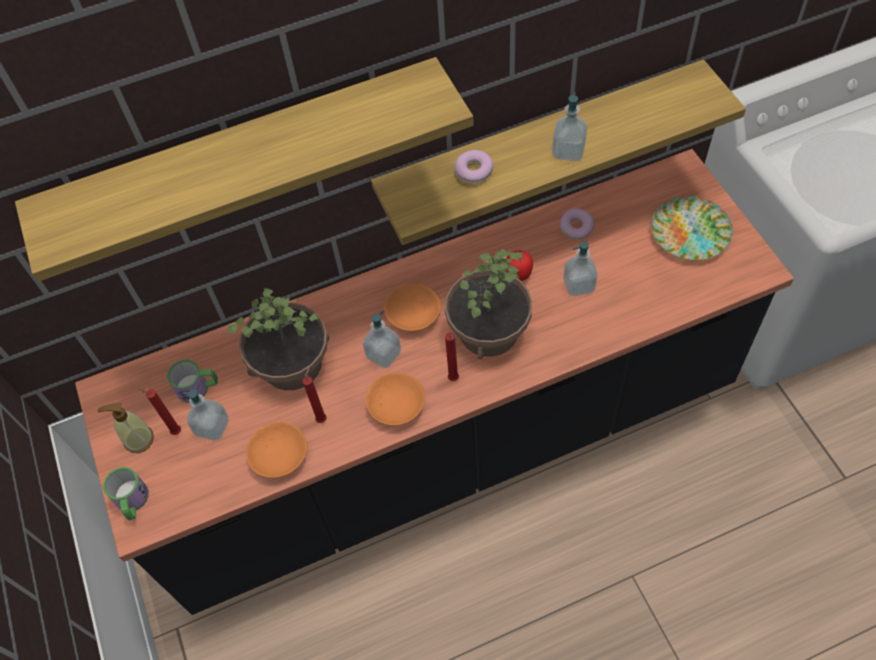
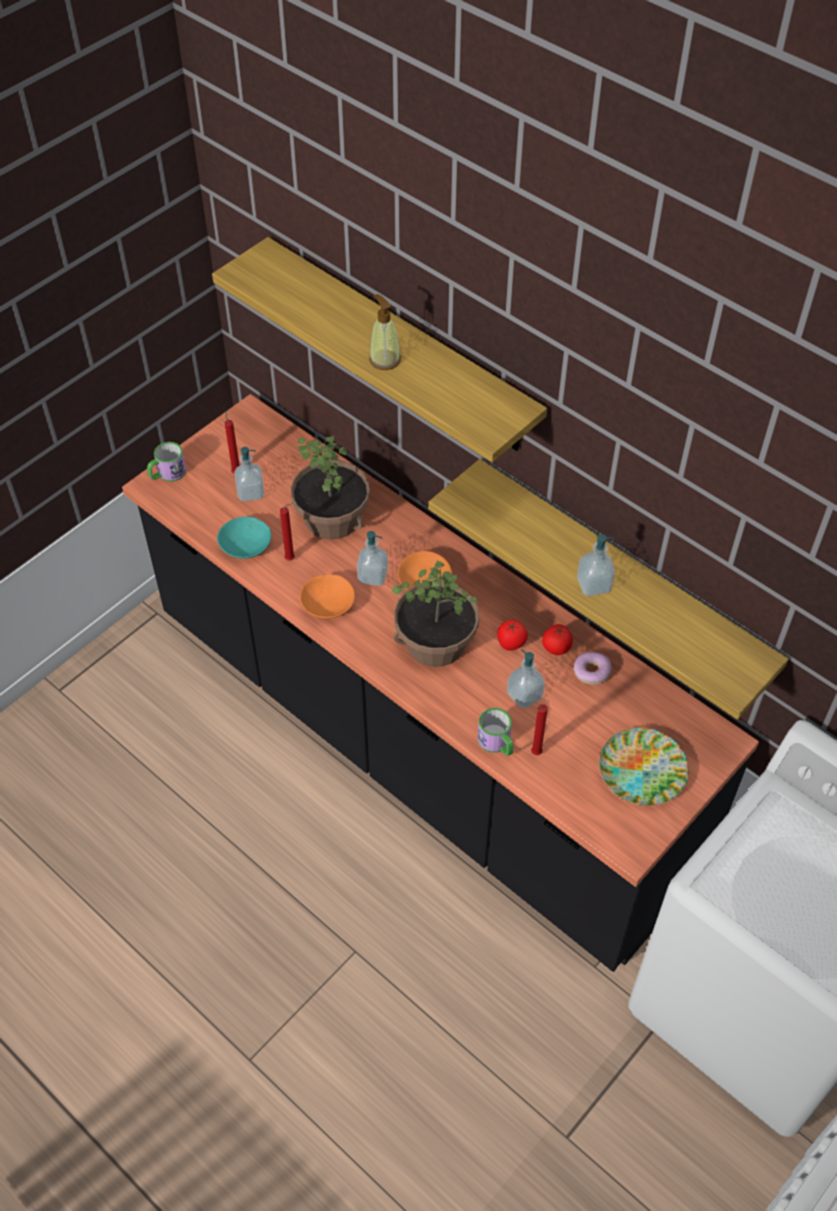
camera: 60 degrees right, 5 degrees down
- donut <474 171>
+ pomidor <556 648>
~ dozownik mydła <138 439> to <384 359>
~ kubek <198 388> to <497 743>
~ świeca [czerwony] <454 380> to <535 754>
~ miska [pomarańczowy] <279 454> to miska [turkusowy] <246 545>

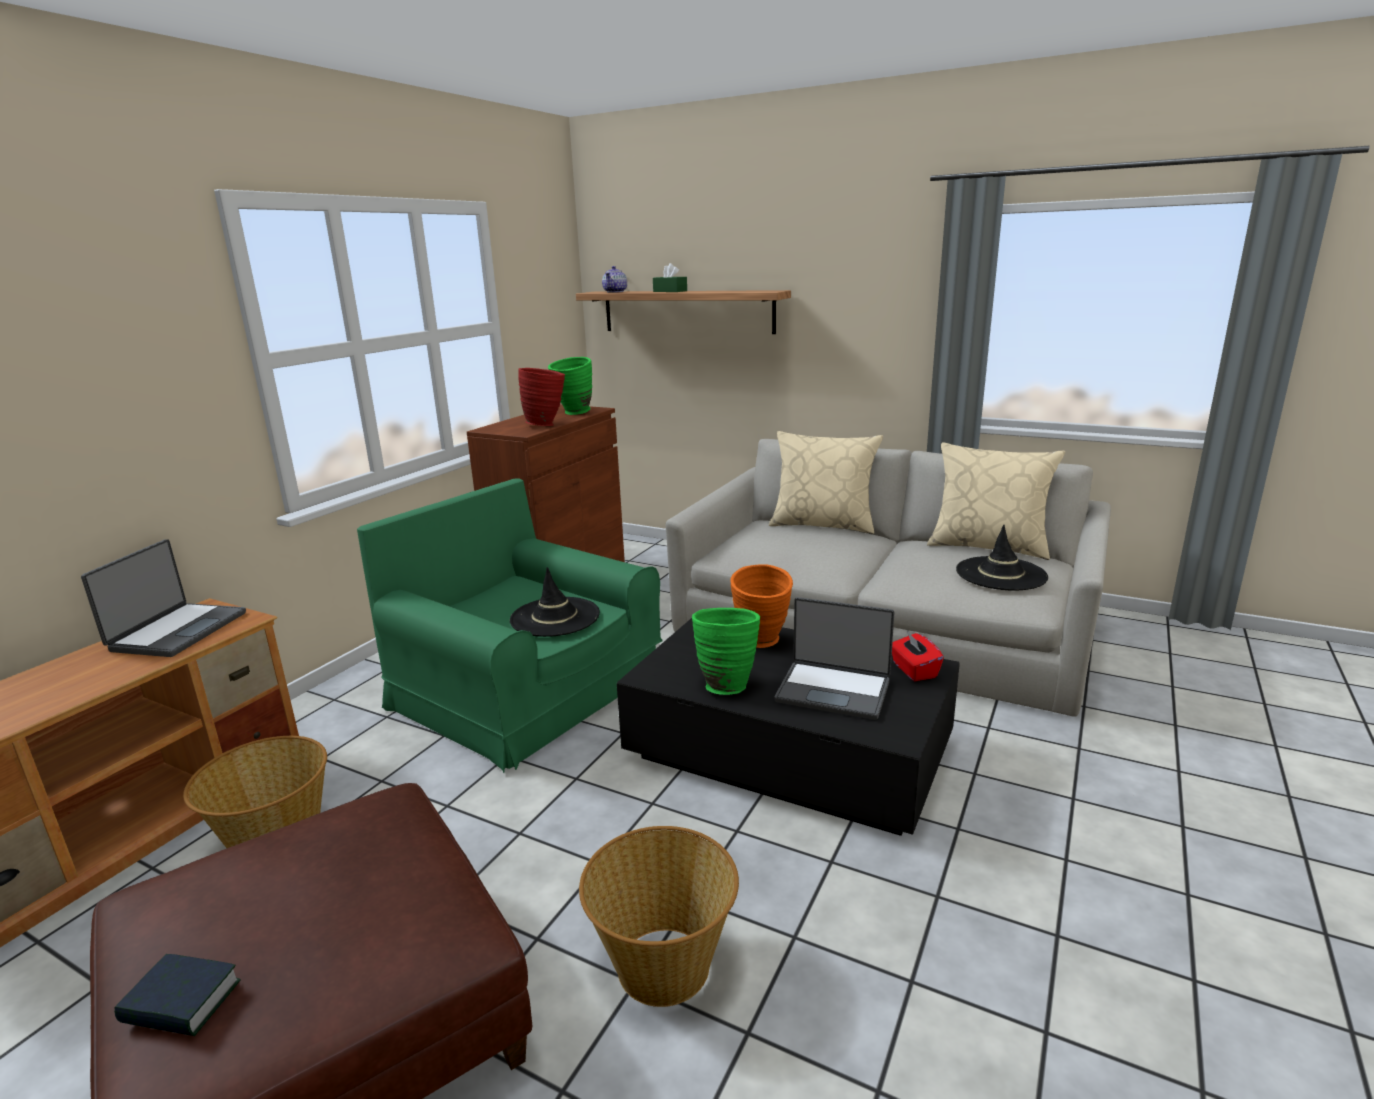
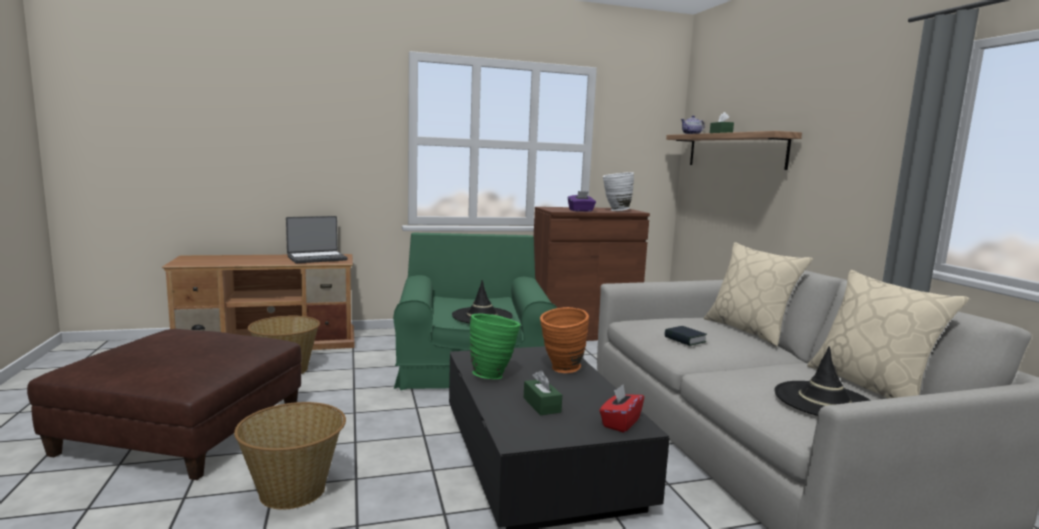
camera: 45 degrees right, 10 degrees down
~ książka <181 1003> to <685 339>
~ wazon [czerwony] <546 425> to pudełko chusteczek [fioletowy] <581 210>
~ laptop <833 690> to pudełko chusteczek [zielony] <541 405>
~ wazon [zielony] <574 413> to wazon [biały] <615 210>

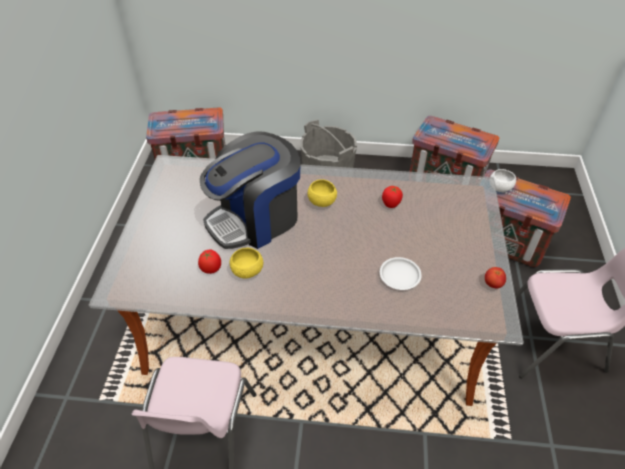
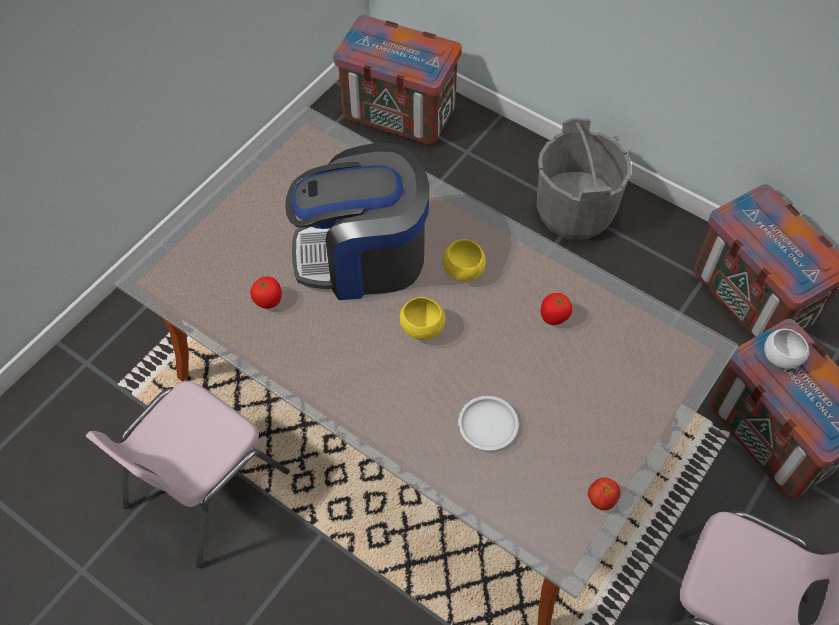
camera: 30 degrees right, 10 degrees up
~ miska [żółty] <247 271> to <422 328>

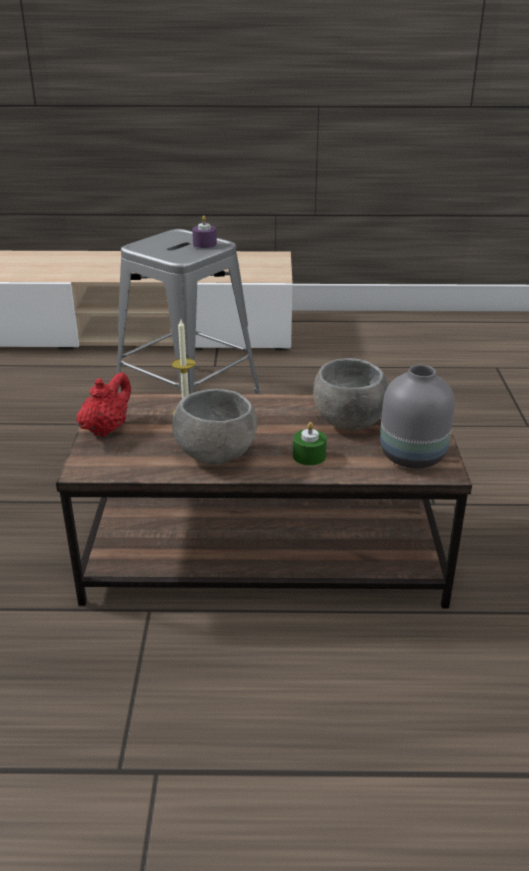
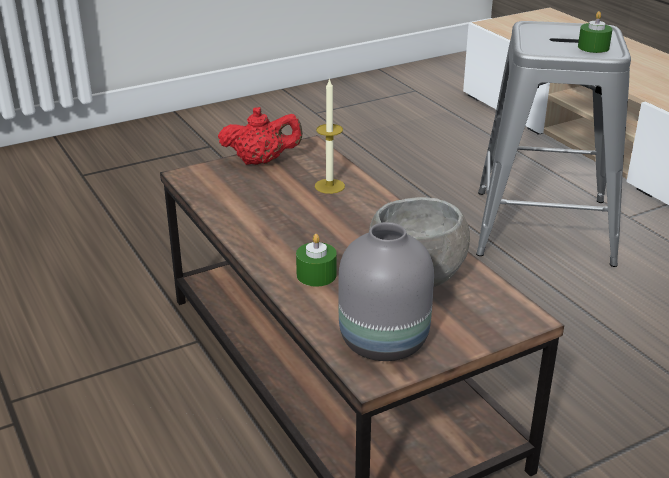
camera: 60 degrees right, 0 degrees up
- miska [szary] <215 455>
~ świeca [fioletowy] <204 244> to świeca [zielony] <593 47>

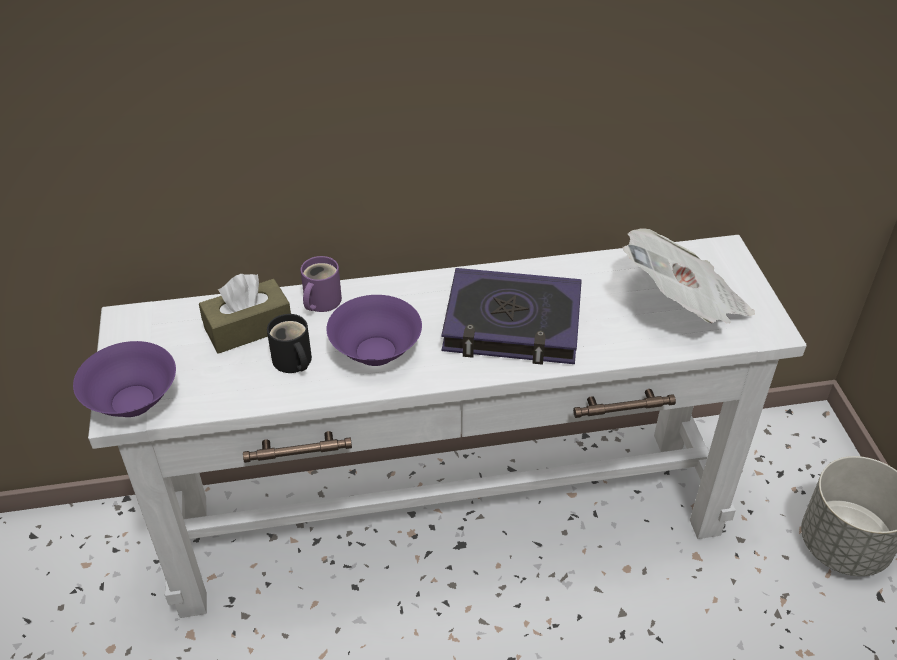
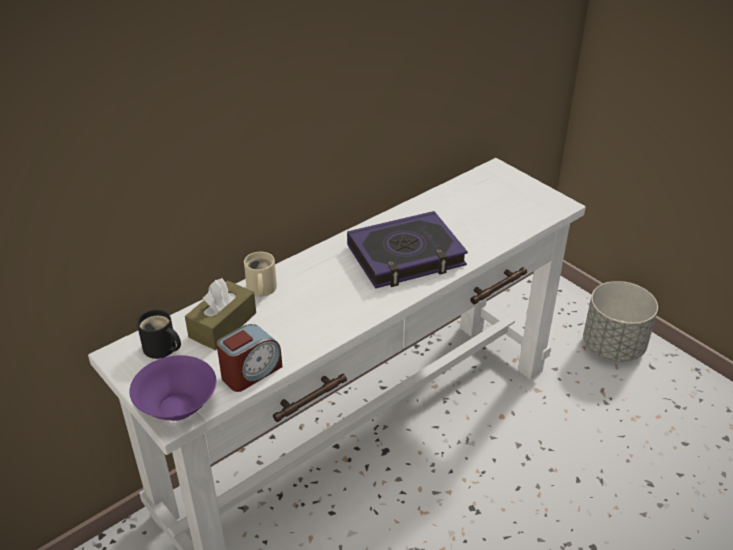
camera: 30 degrees left, 5 degrees down
- miska [fioletowy] <374 351>
- gazeta <683 305>
+ budzik <251 372>
~ kubek [czarny] <292 362> to <161 349>
~ kubek [fioletowy] <319 302> to kubek [beżowy] <260 289>

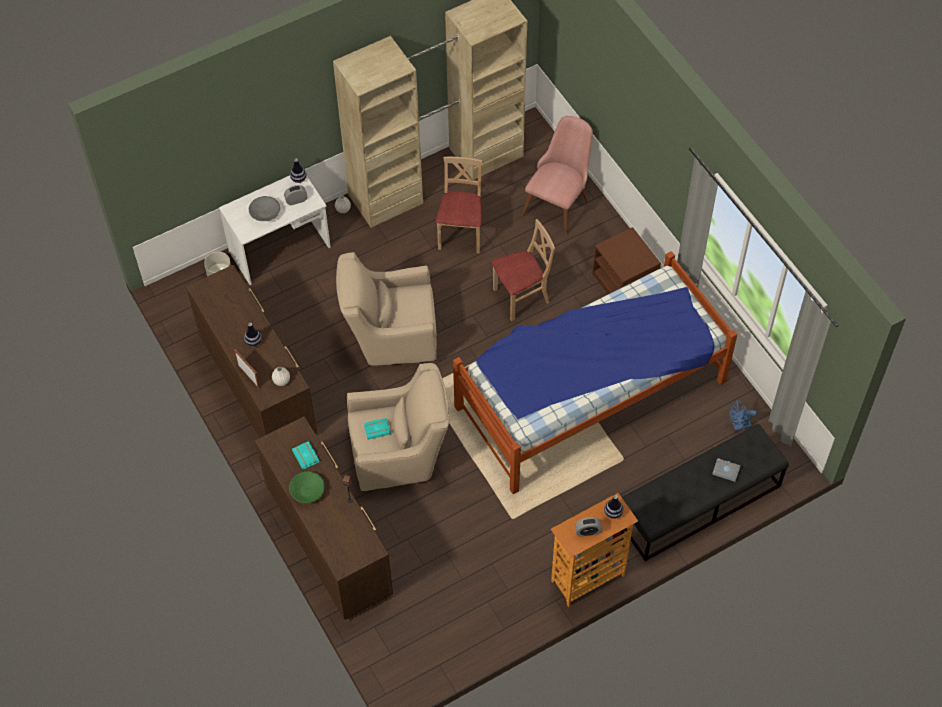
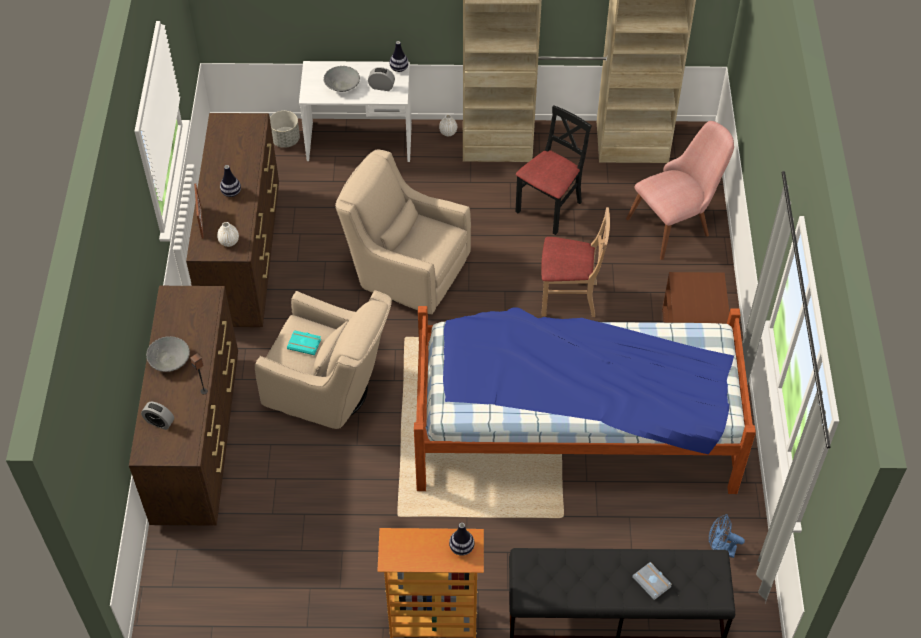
camera: 30 degrees right, 5 degrees down
- książka [turkusowy] <307 456>
~ budzik <588 531> to <159 422>
~ miska [zielony] <307 491> to miska [szary] <170 360>
~ krzesło [beżowy] <461 234> to krzesło [czarny] <550 208>

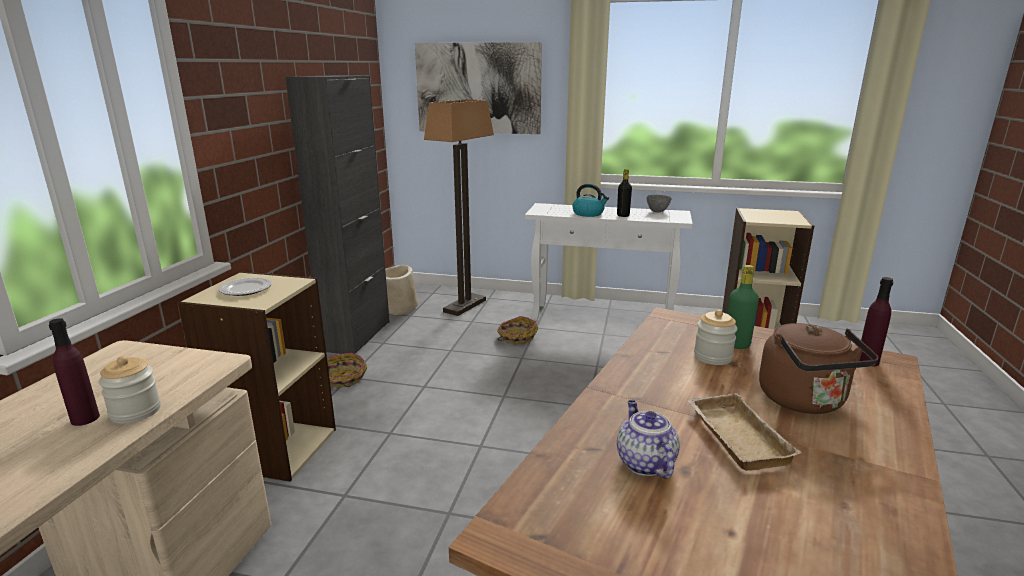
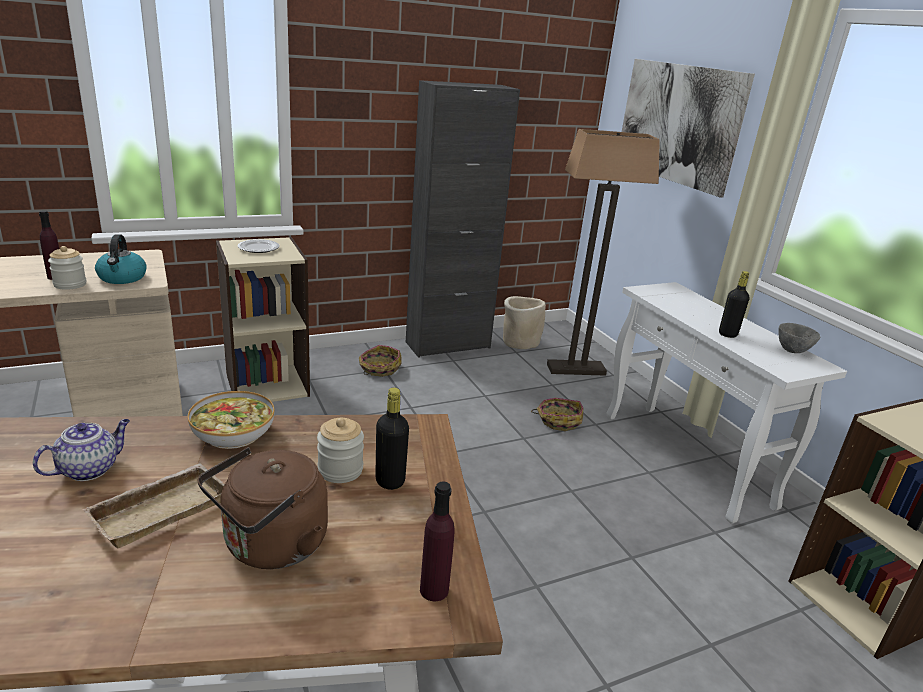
camera: 50 degrees right, 5 degrees up
+ miska <233 433>
~ czajnik <588 213> to <122 278>
~ butelka [zielony] <737 344> to butelka [czarny] <390 481>

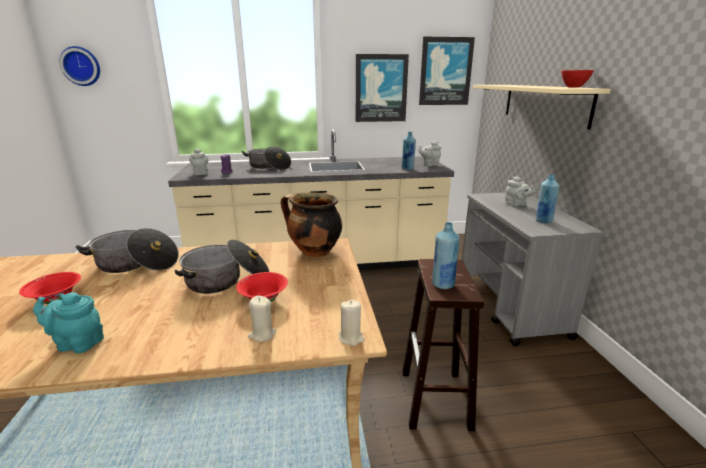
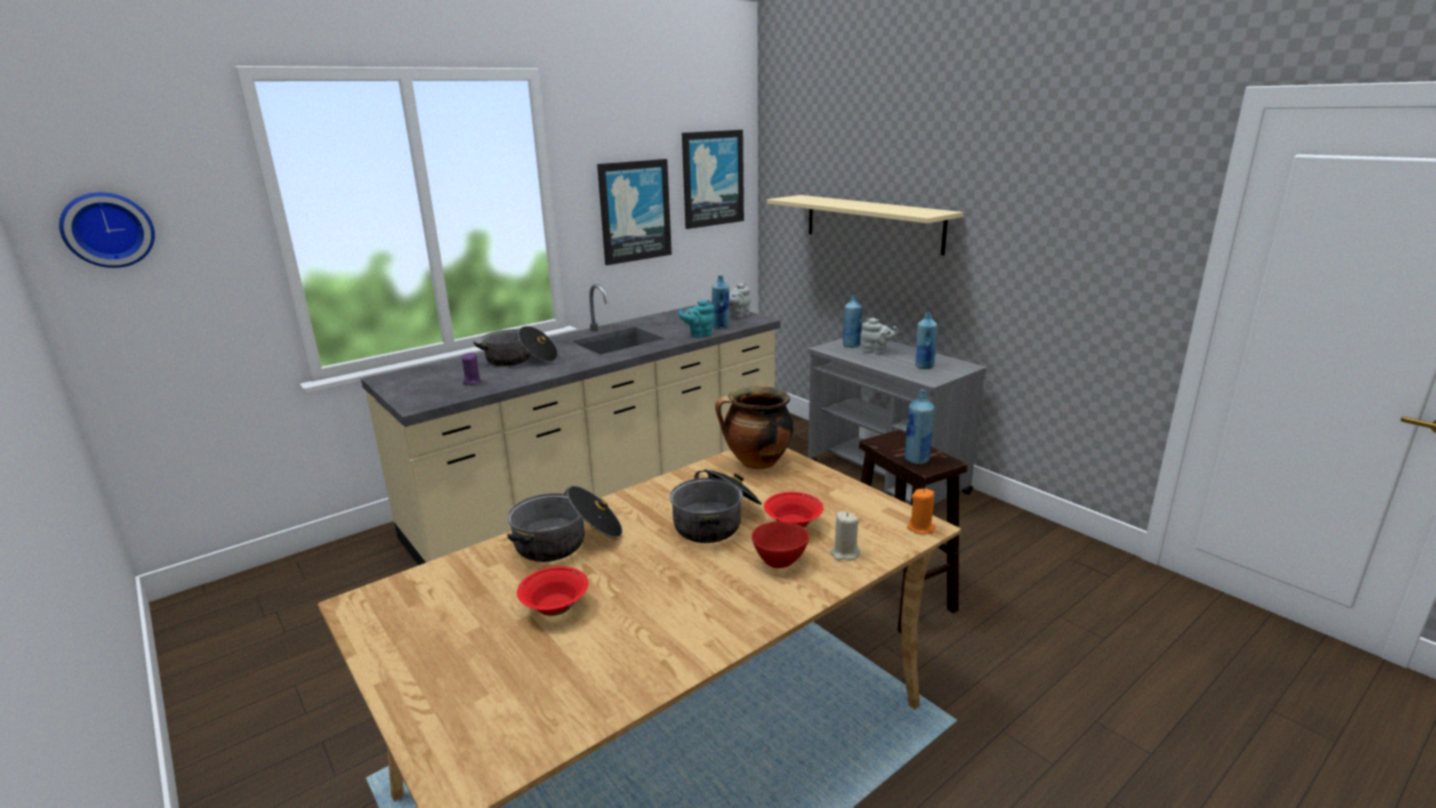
camera: 30 degrees left, 0 degrees up
- imbryk [szary] <201 173>
+ butelka [niebieski] <851 345>
~ imbryk [turkusowy] <77 343> to <699 335>
~ miska [czerwony] <573 87> to <780 562>
~ świeca [beżowy] <351 338> to świeca [pomarańczowy] <921 528>

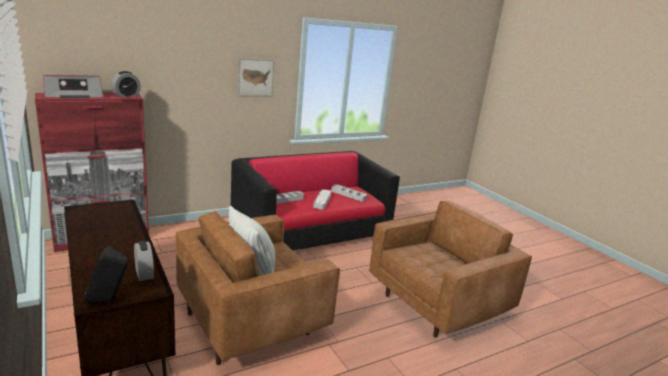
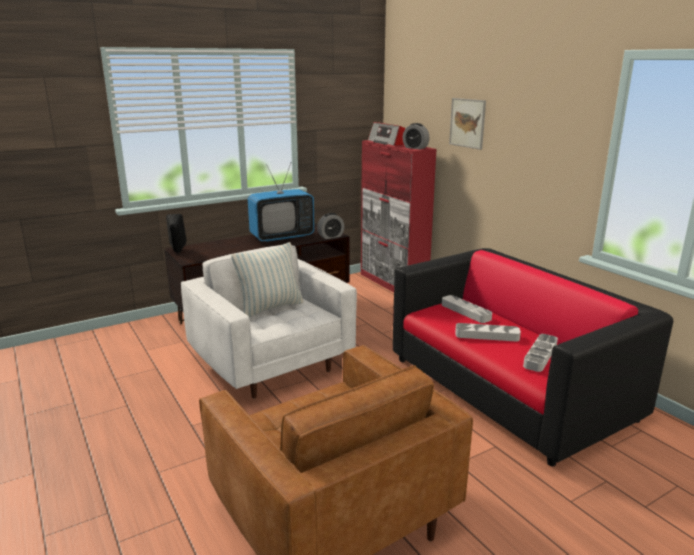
camera: 90 degrees right, 0 degrees up
+ telewizor <282 237>
~ budzik <144 274> to <330 236>
~ obraz <255 77> to <467 123>
~ fotel [brązowy] <251 322> to fotel [biały] <271 365>

